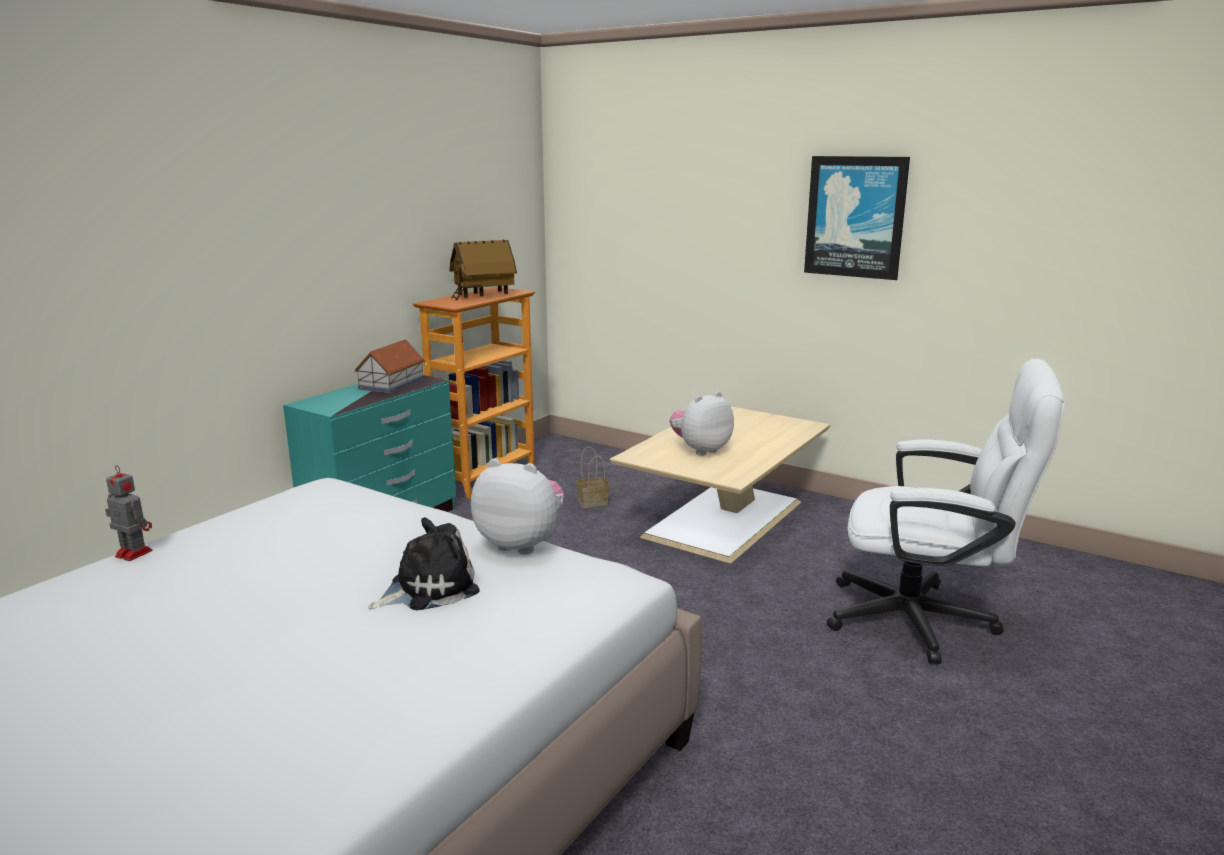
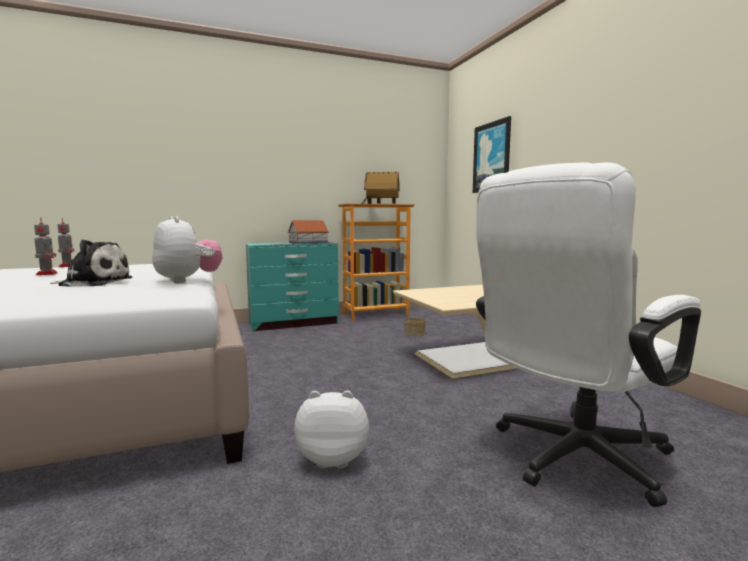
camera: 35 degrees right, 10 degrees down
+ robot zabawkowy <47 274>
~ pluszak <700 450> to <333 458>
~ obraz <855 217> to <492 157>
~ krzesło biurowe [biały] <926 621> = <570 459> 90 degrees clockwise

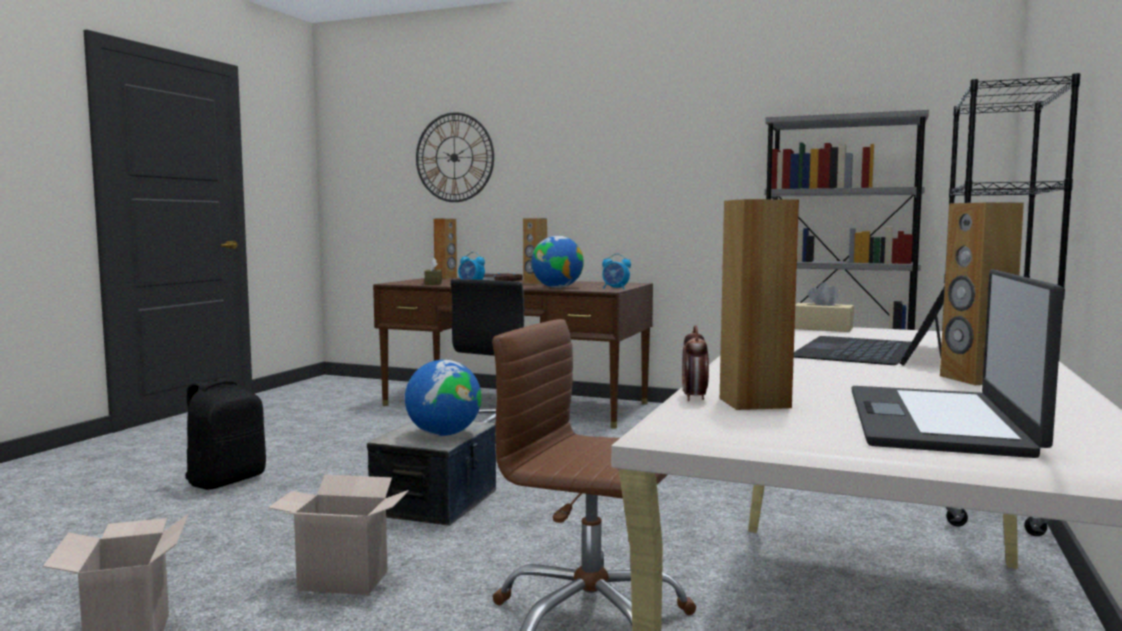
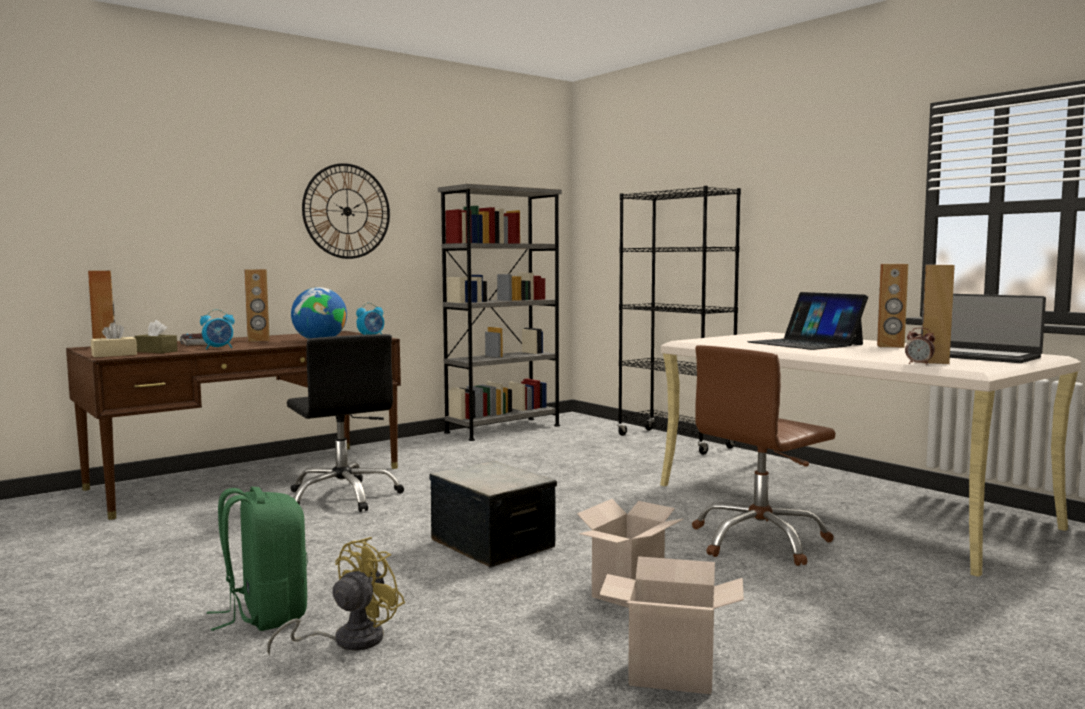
camera: 60 degrees left, 0 degrees up
- globus <443 434>
+ wentylator [żółty] <347 640>
~ zegar ścienny <454 157> to <347 211>
~ pudełko chusteczek [beżowy] <822 328> to <114 355>
~ plecak [czarny] <226 480> to plecak [zielony] <265 614>

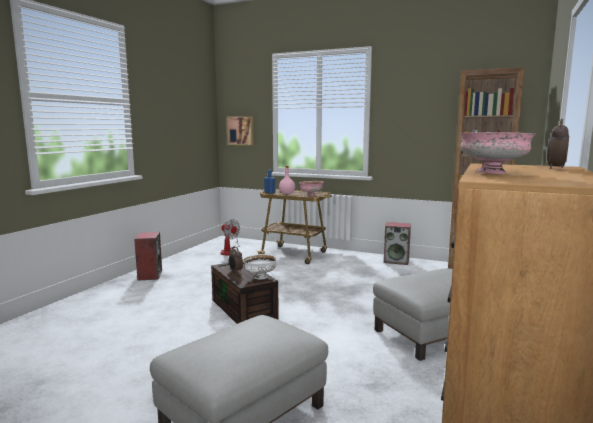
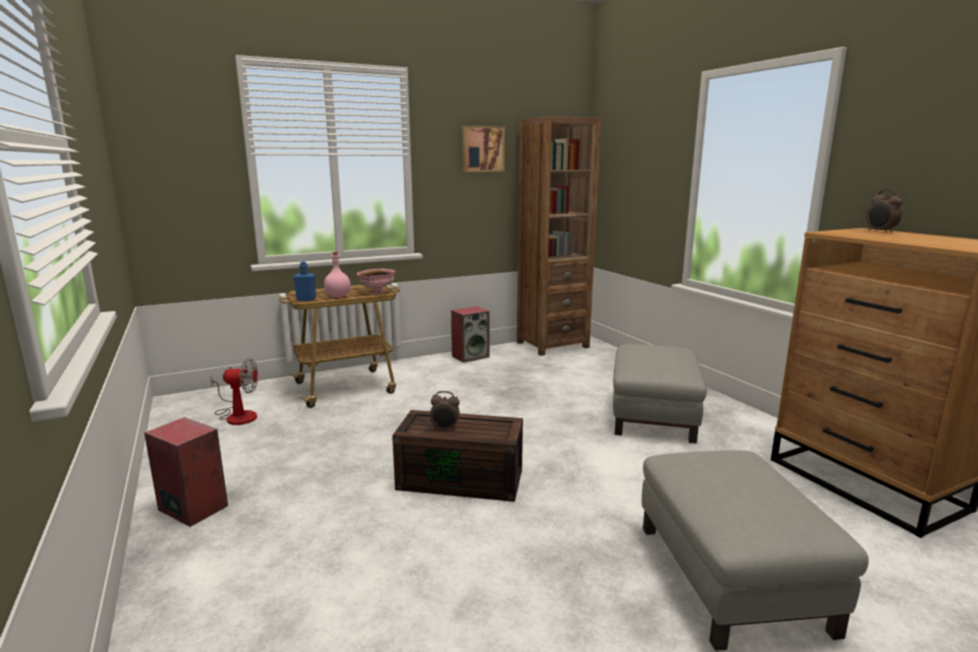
camera: 50 degrees left, 5 degrees up
- miska [biały] <260 277>
- miska [różowy] <491 173>
~ obraz <240 130> to <482 149>

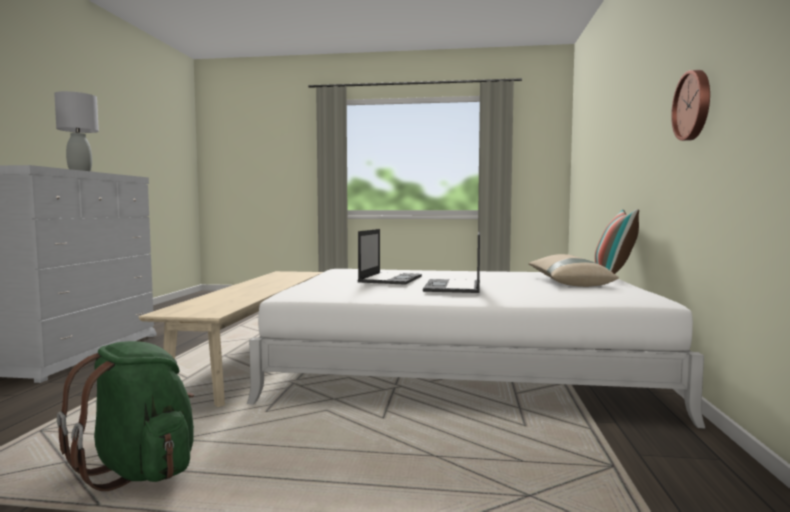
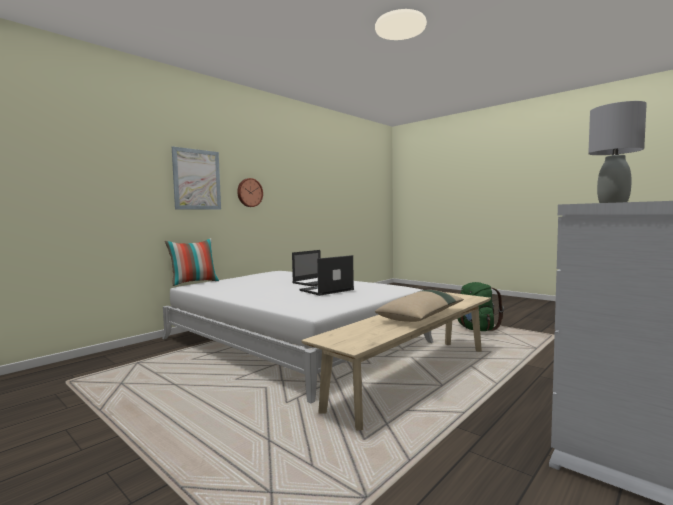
camera: 145 degrees left, 0 degrees up
+ obraz <197 179>
~ poduszka [beżowy] <567 282> to <422 315>

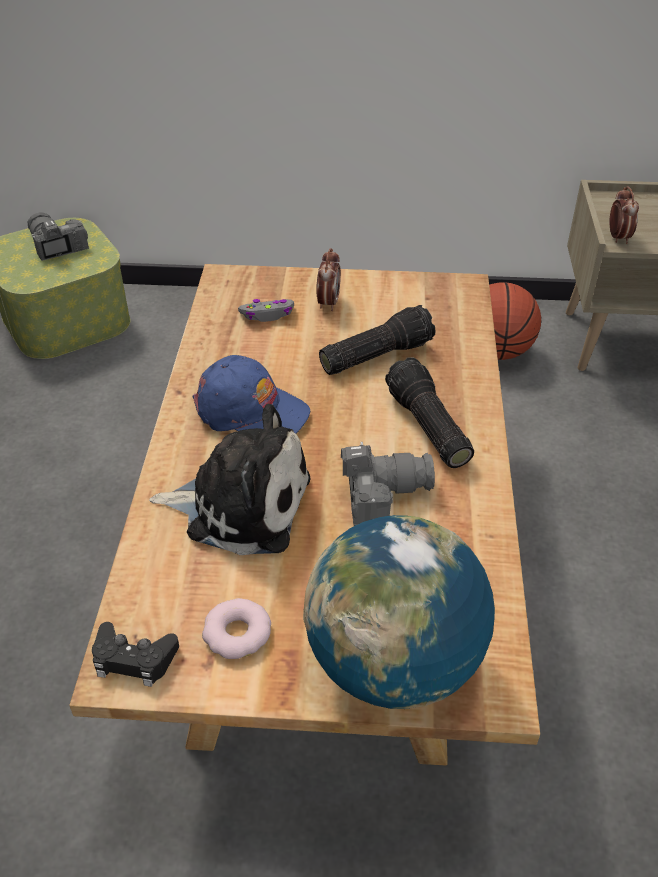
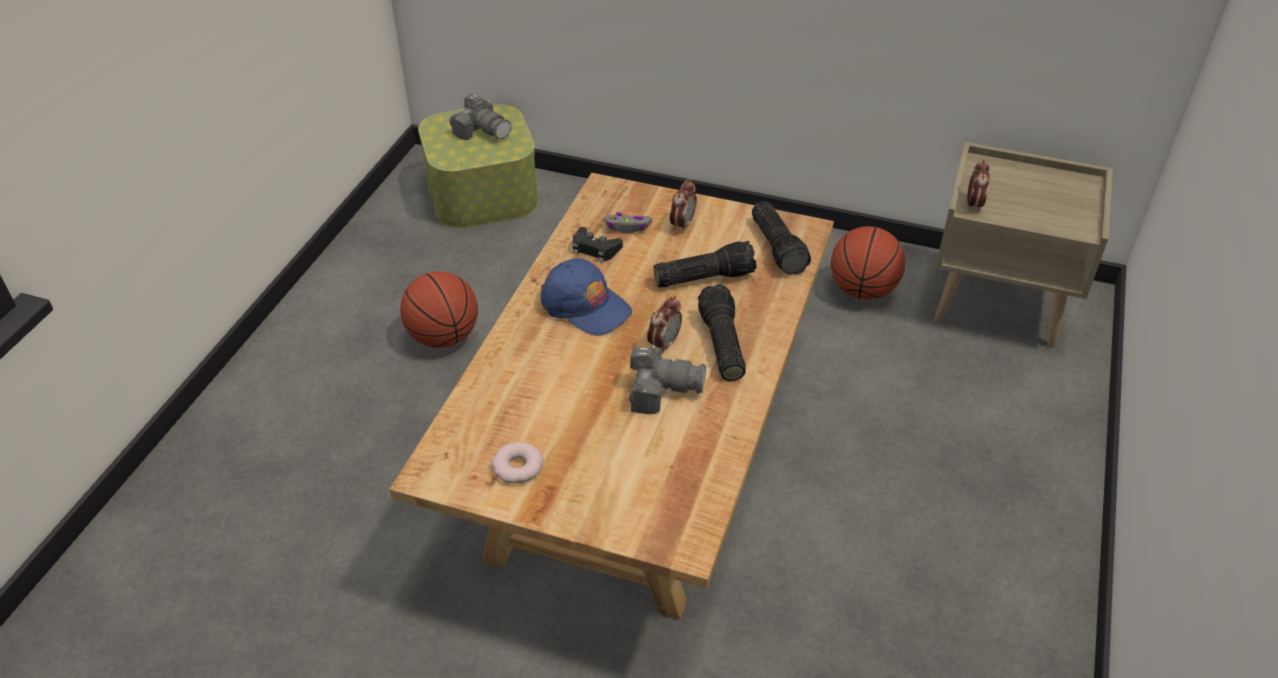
camera: 15 degrees right, 0 degrees up
- pluszak <241 504>
- globus <393 663>
+ piłka do koszykówki <444 337>
+ budzik <664 344>
+ latarka <779 247>
~ pad do gier [czarny] <134 659> to <595 249>
~ aparat fotograficzny <56 247> = <482 131> 150 degrees clockwise

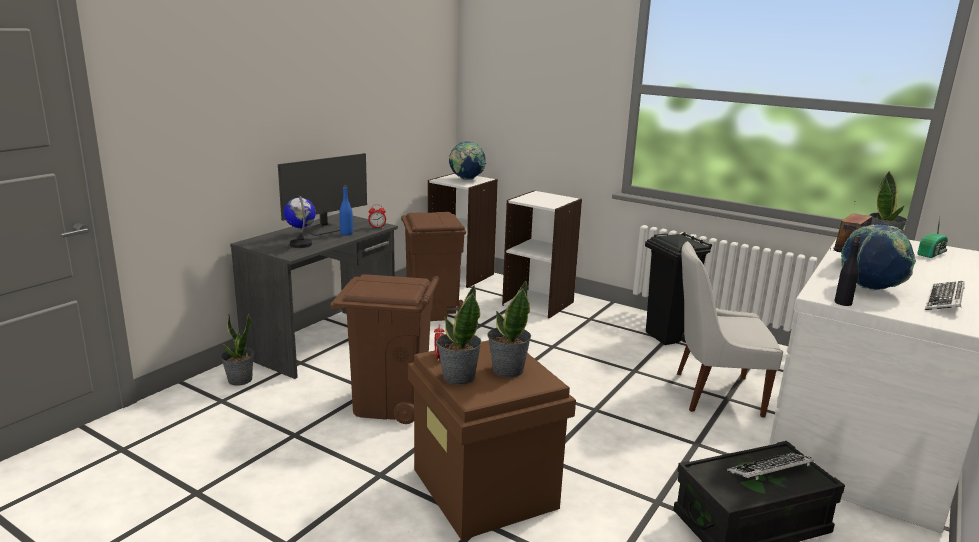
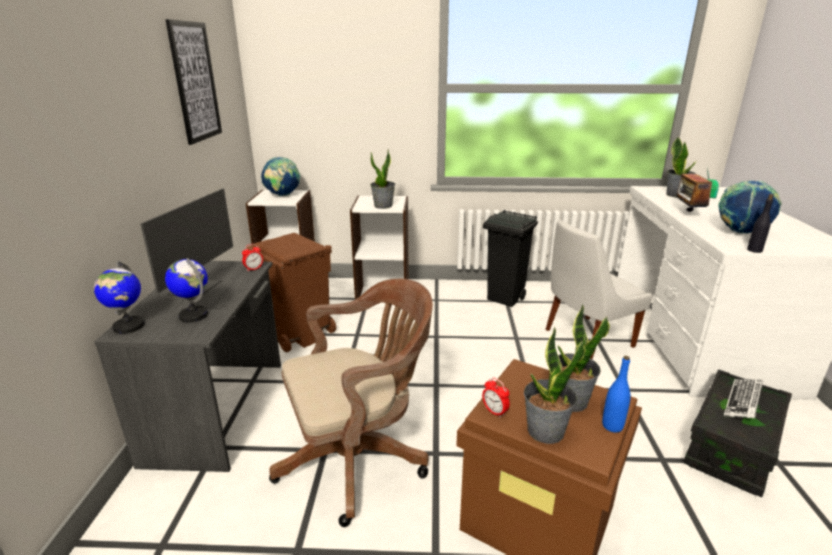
camera: 30 degrees left, 5 degrees up
- klawiatura <944 301>
+ globus <128 326>
+ obraz <195 82>
~ roślina doniczkowa <240 380> to <383 206>
~ butelka [niebieski] <346 233> to <612 426>
~ kosz na śmieci [brązowy] <389 403> to krzesło biurowe [brązowy] <359 458>

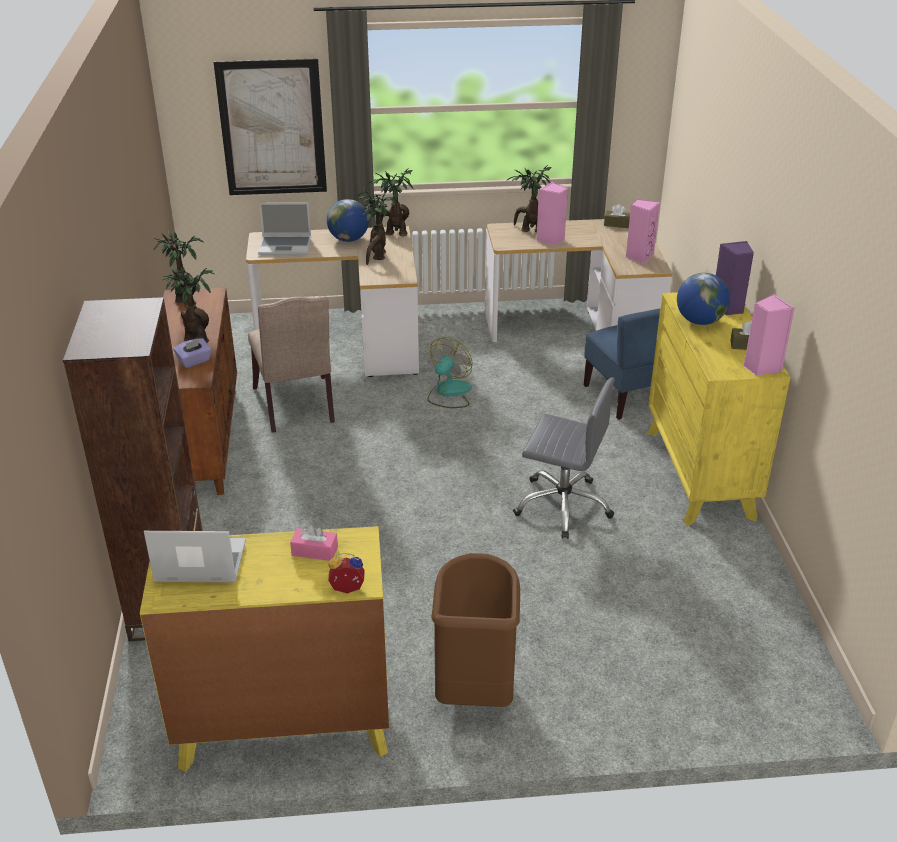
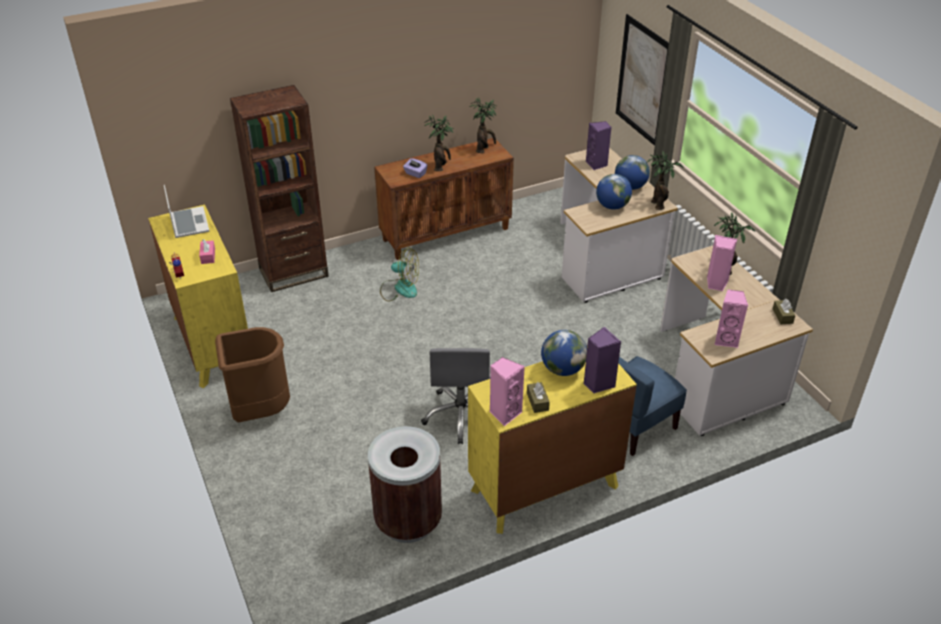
camera: 70 degrees right, 5 degrees up
- krzesło [beżowy] <297 407>
+ kosz na śmieci [brązowy] <408 521>
~ wentylator <449 393> to <400 288>
~ laptop <286 246> to głośnik [fioletowy] <597 164>
~ roślina doniczkowa <377 257> to globus <612 206>

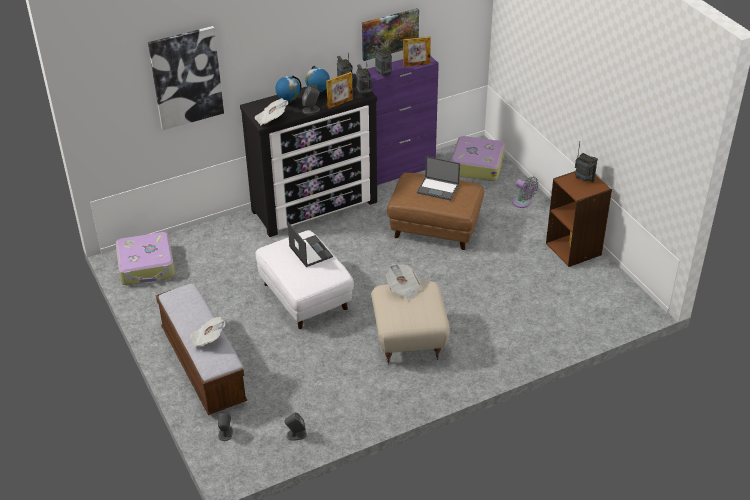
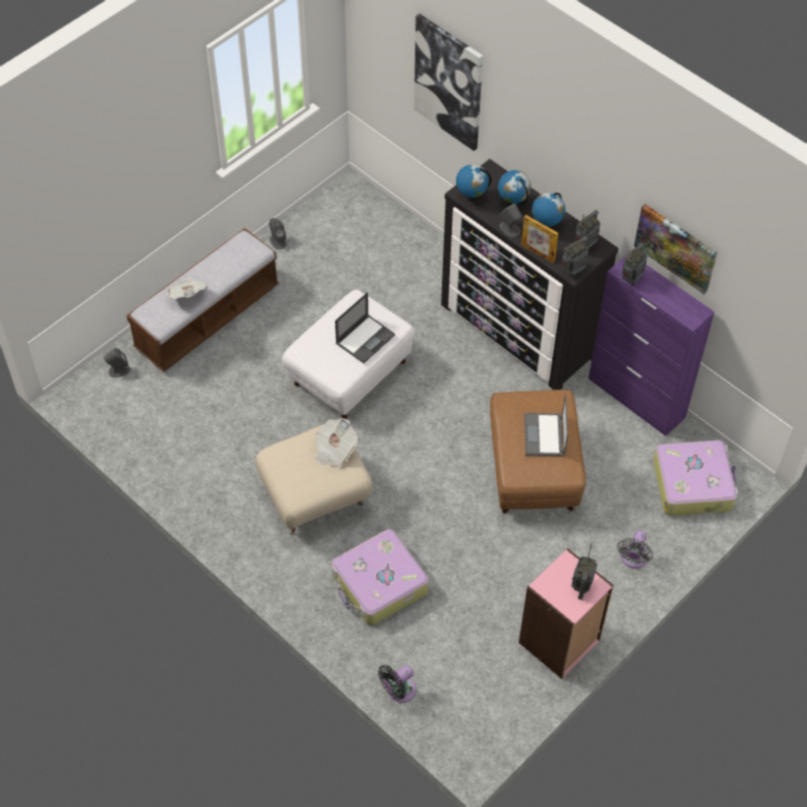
camera: 70 degrees right, 15 degrees up
- ramka na zdjęcie <416 64>
+ wentylator [czarny] <398 691>
~ walizka <147 266> to <379 584>
~ głośnik [szary] <296 434> to <278 241>
~ gazeta <271 119> to globus <471 197>
~ regał [brązowy] <574 249> to regał [różowy] <559 642>

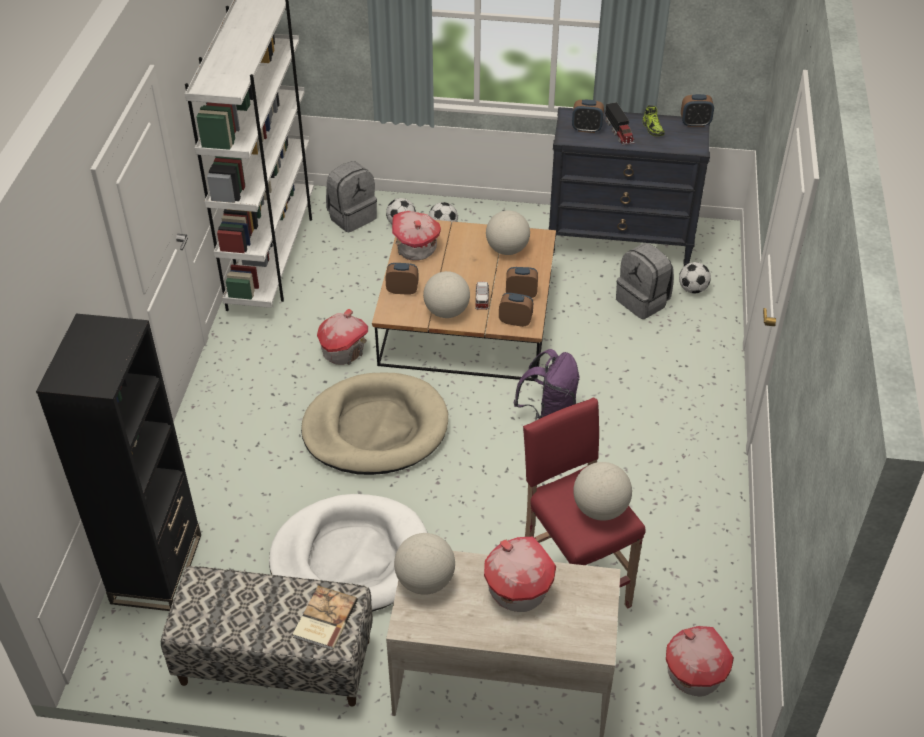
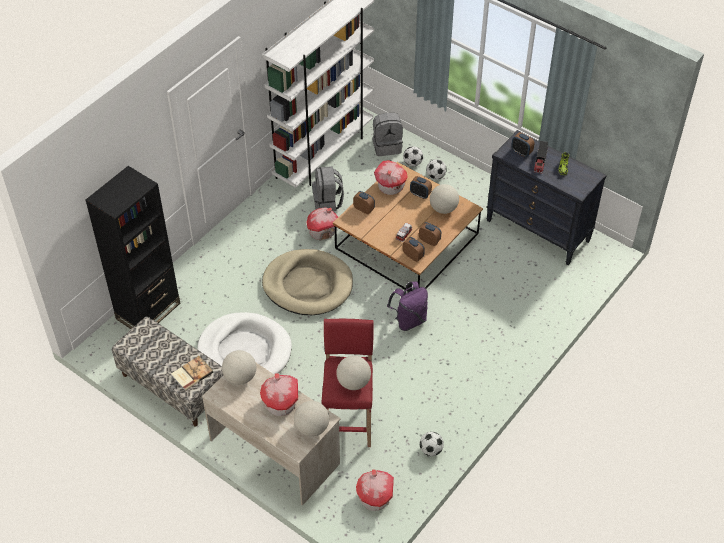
camera: 30 degrees right, 5 degrees up
~ globus <446 312> to <312 428>
~ plecak [szary] <643 301> to <328 202>
~ piłka futbolowa <692 289> to <431 450>
~ budzik <695 123> to <420 194>

